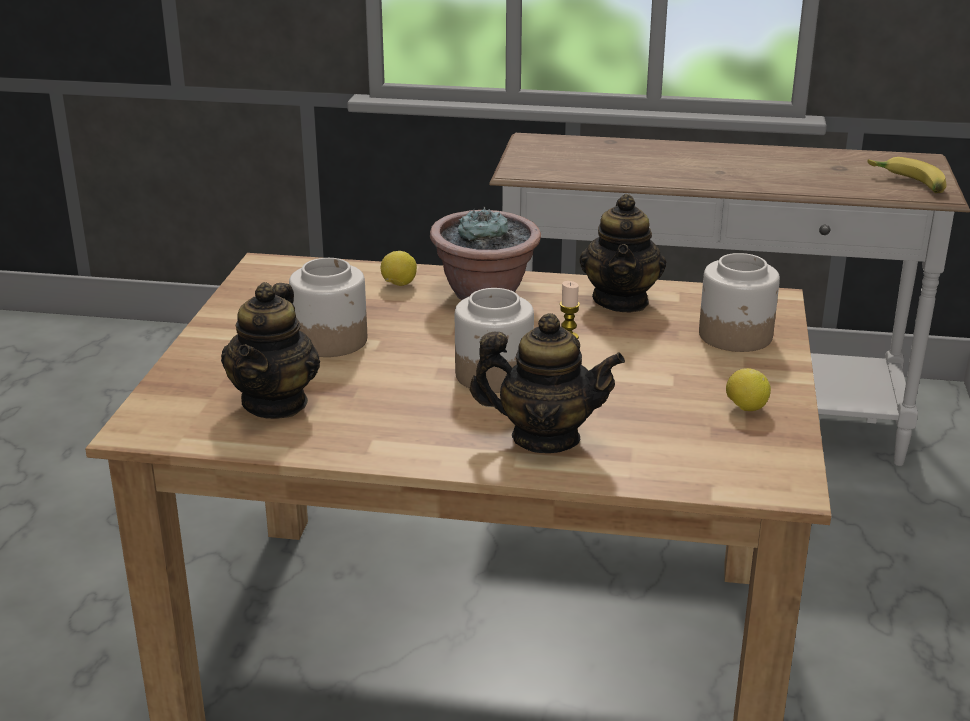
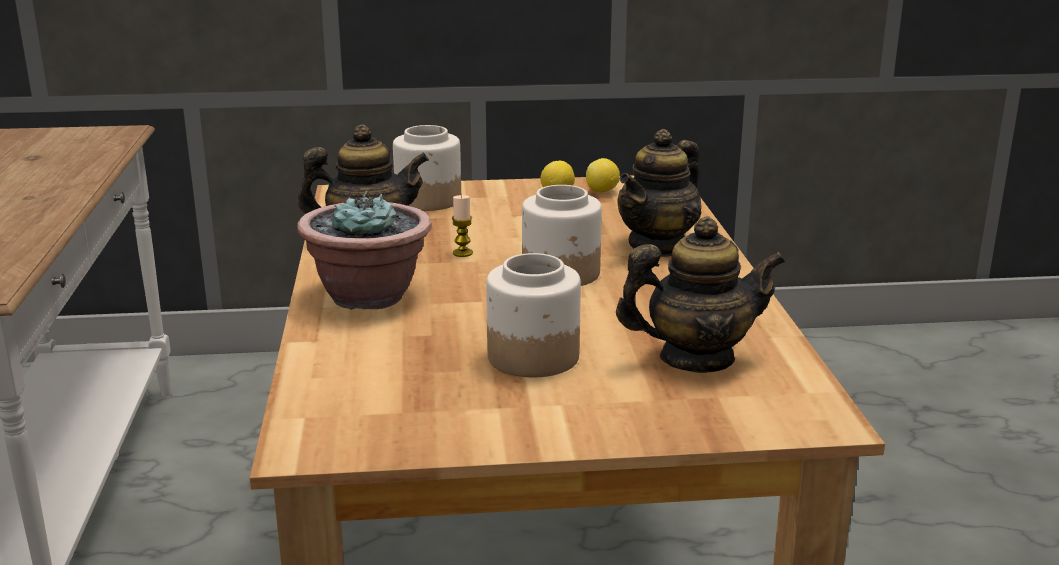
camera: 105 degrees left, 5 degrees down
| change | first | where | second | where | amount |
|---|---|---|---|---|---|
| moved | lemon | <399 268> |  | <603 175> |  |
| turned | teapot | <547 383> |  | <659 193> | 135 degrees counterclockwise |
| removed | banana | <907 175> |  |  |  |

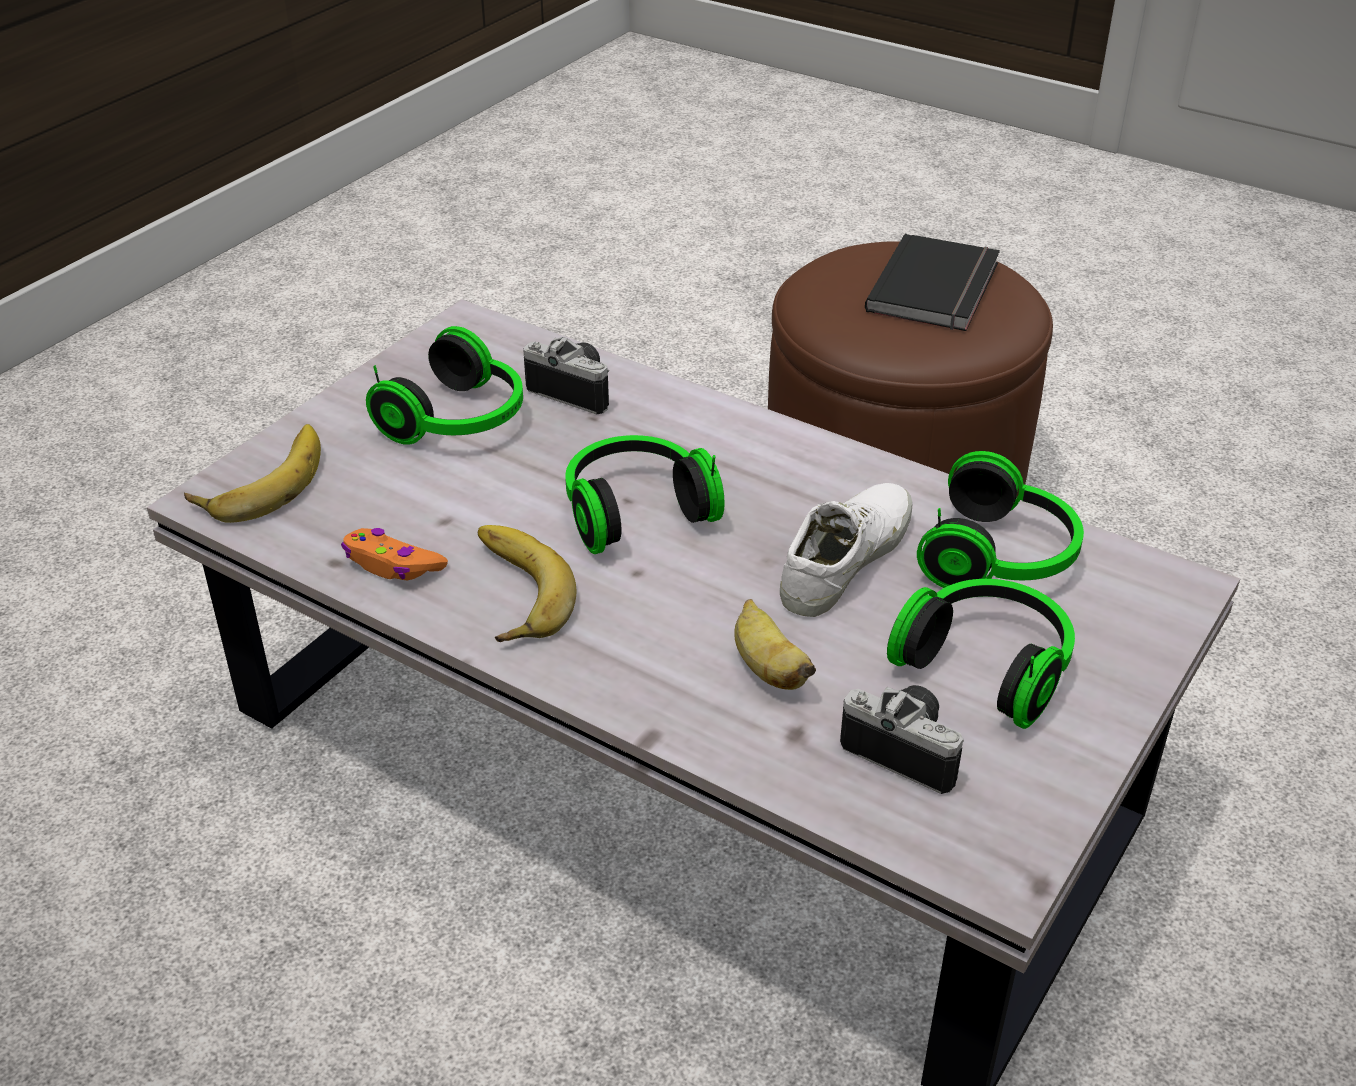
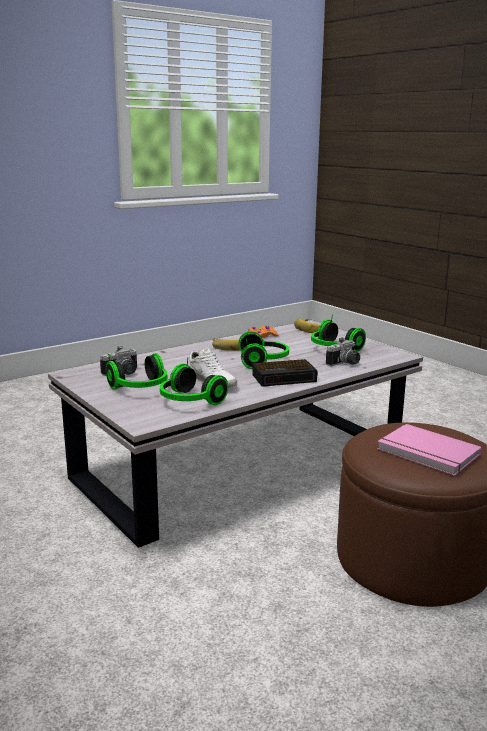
camera: 110 degrees right, 20 degrees down
| change | first | where | second | where | amount |
|---|---|---|---|---|---|
| removed | banana | <775 644> |  |  |  |
| recoloured | book (black) | <932 282> | book (pink) | <429 450> |  |
| added |  |  | alarm clock | <285 373> |  |

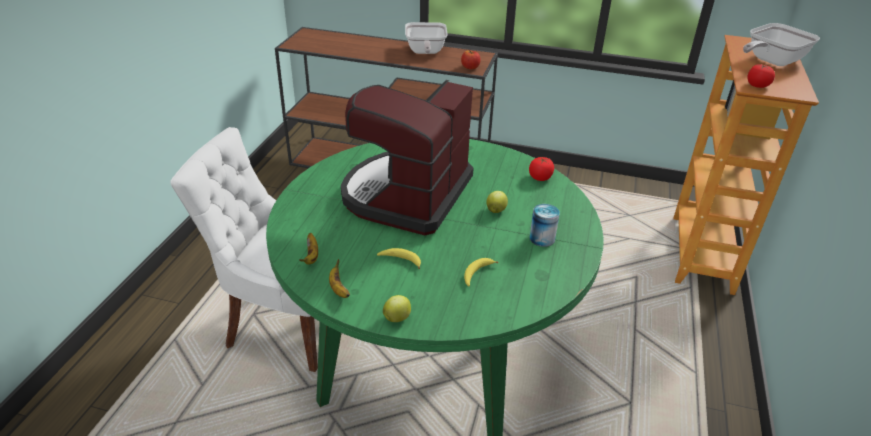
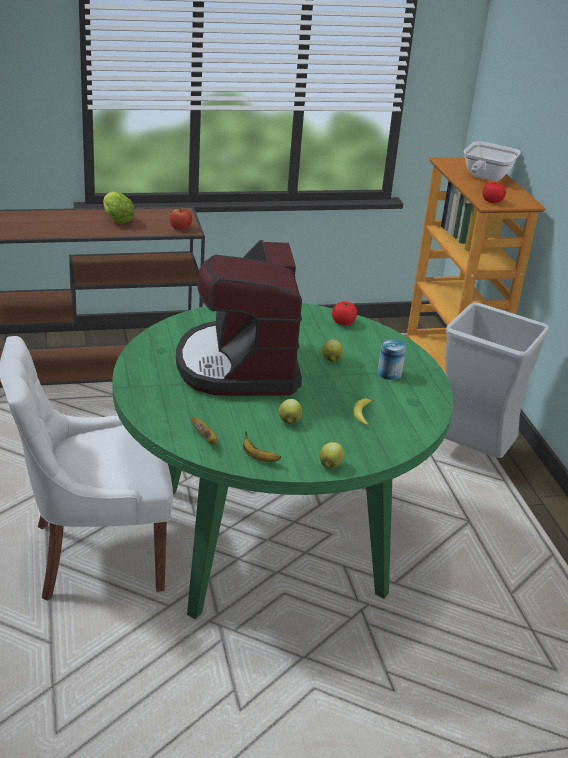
camera: 30 degrees left, 5 degrees down
| change | first | where | second | where | amount |
|---|---|---|---|---|---|
| replaced | banana | <399 258> | apple | <290 411> |  |
| replaced | frying pan | <426 38> | lettuce | <118 207> |  |
| added |  |  | trash can (grey) | <496 380> |  |

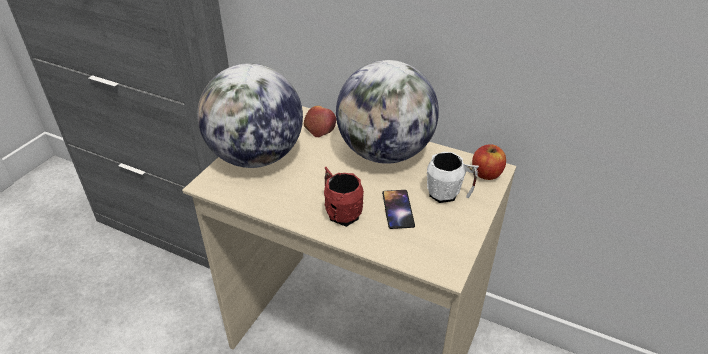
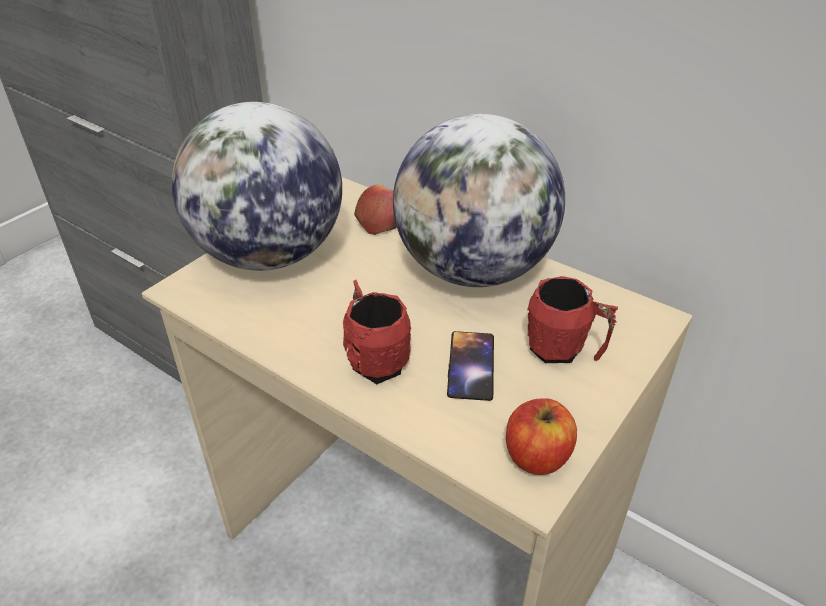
camera: 10 degrees right, 0 degrees up
| change | first | where | second | where | amount |
|---|---|---|---|---|---|
| recoloured | mug (white) | <453 177> | mug (red) | <572 319> |  |
| moved | apple | <489 162> |  | <541 436> |  |

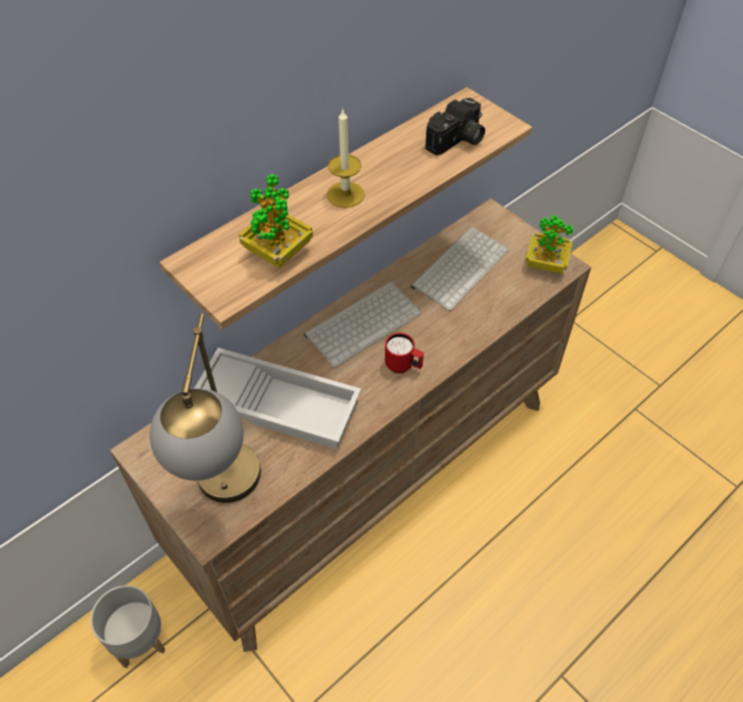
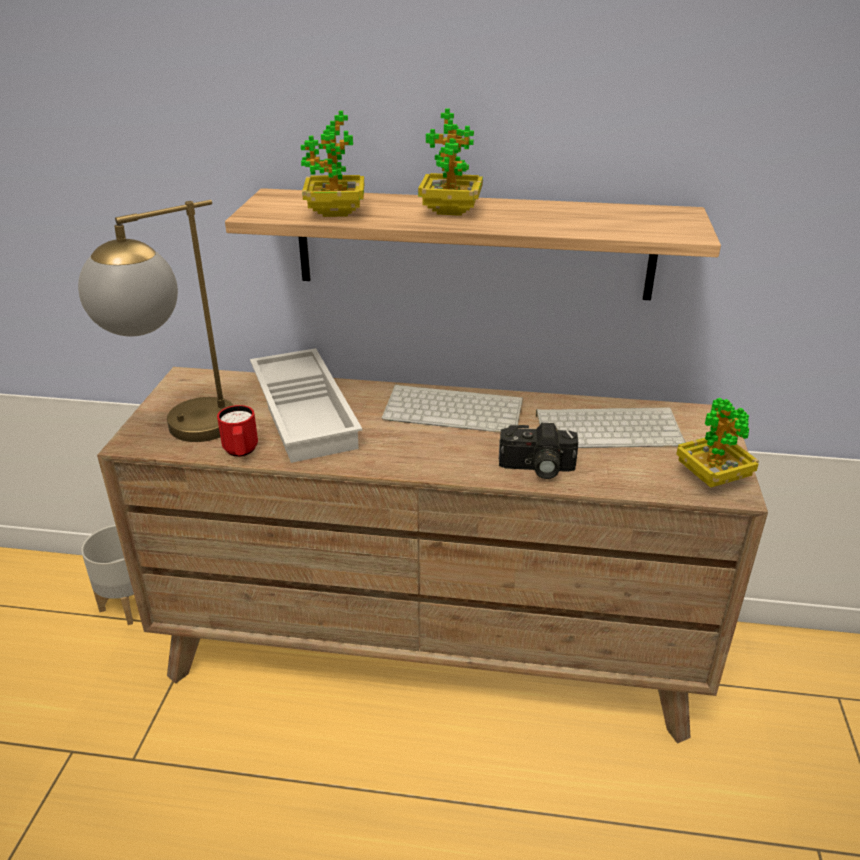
camera: 50 degrees right, 20 degrees down
| change | first | where | second | where | amount |
|---|---|---|---|---|---|
| replaced | candle | <346 159> | potted plant | <450 162> |  |
| moved | mug (red) | <404 353> |  | <237 431> |  |
| moved | photo camera | <455 126> |  | <538 451> |  |

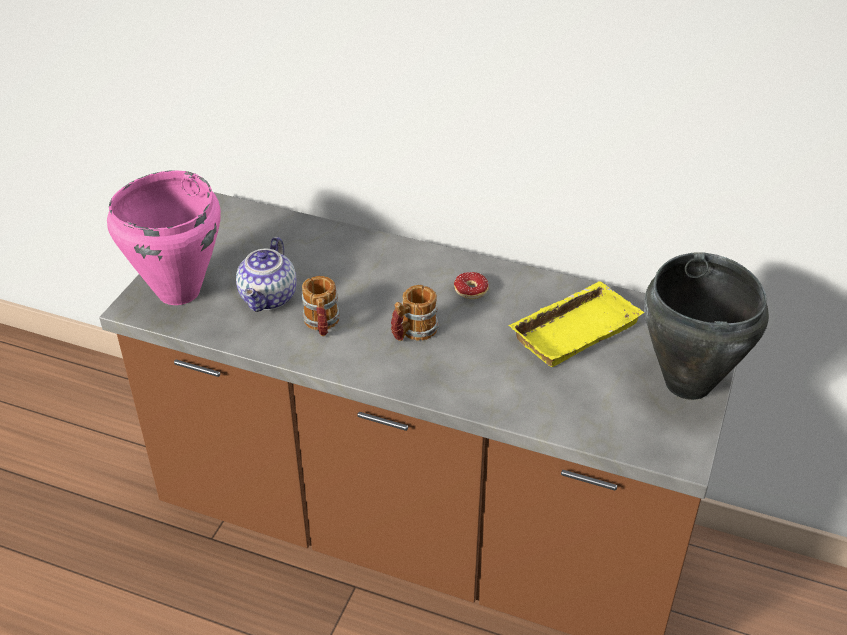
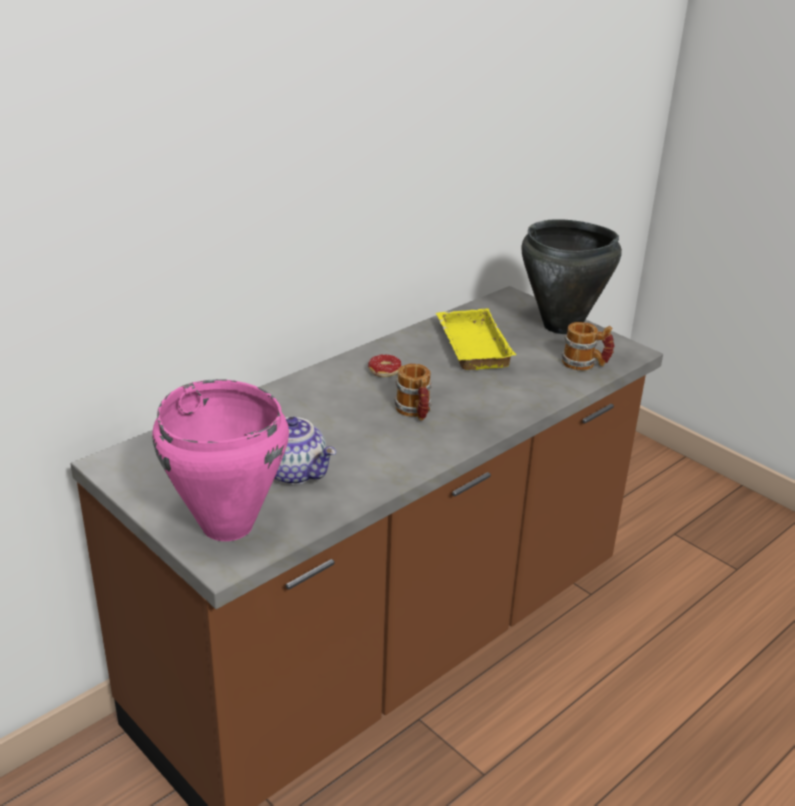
camera: 65 degrees left, 10 degrees down
| change | first | where | second | where | amount |
|---|---|---|---|---|---|
| moved | mug | <321 306> |  | <587 346> |  |

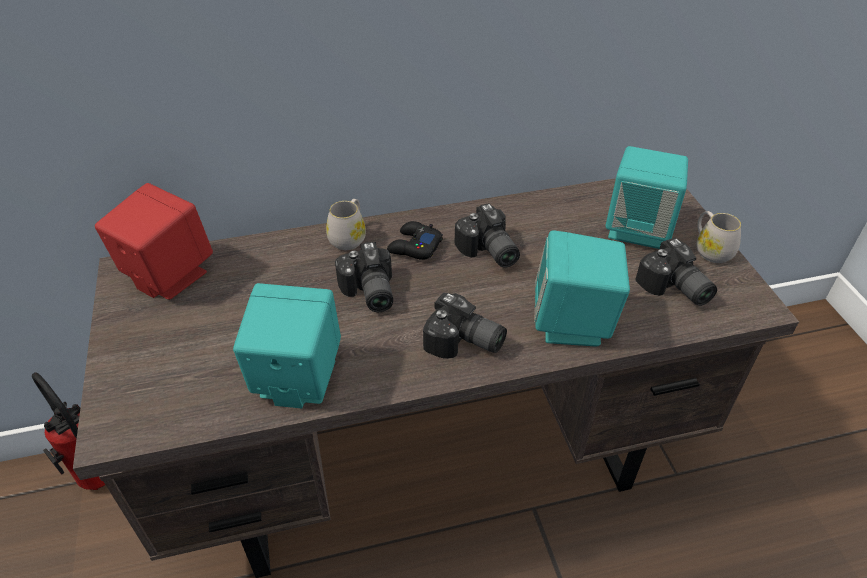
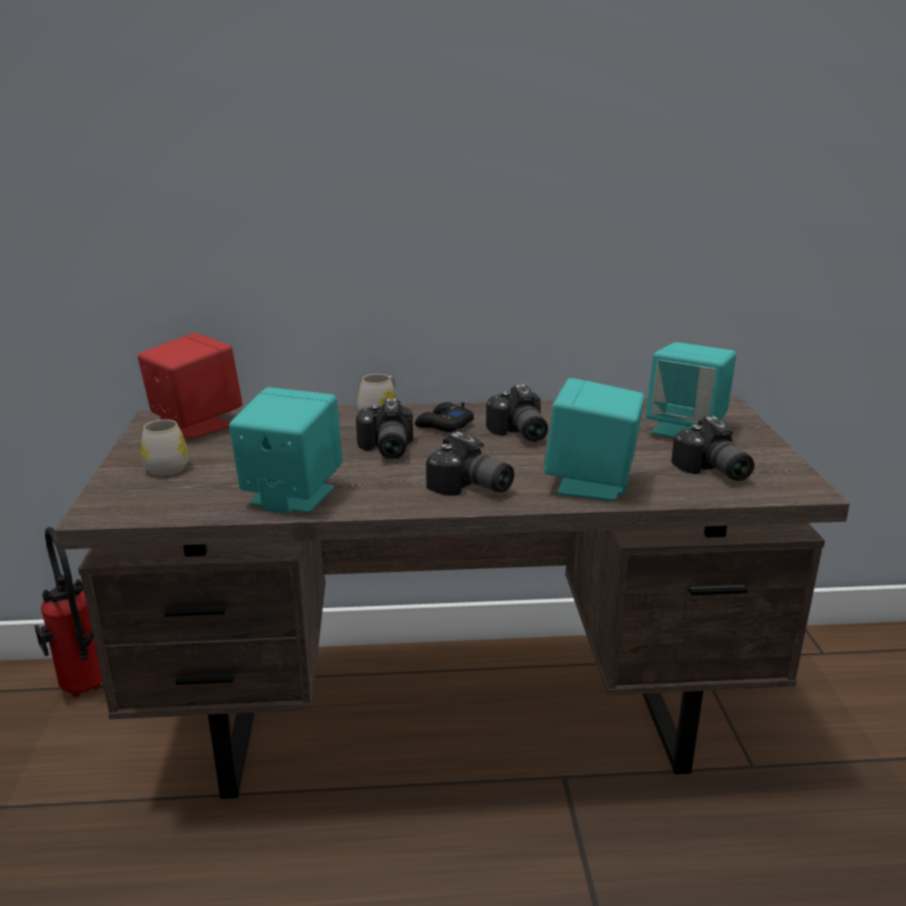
camera: 10 degrees right, 20 degrees down
| change | first | where | second | where | amount |
|---|---|---|---|---|---|
| moved | mug (white) | <719 237> |  | <164 447> |  |

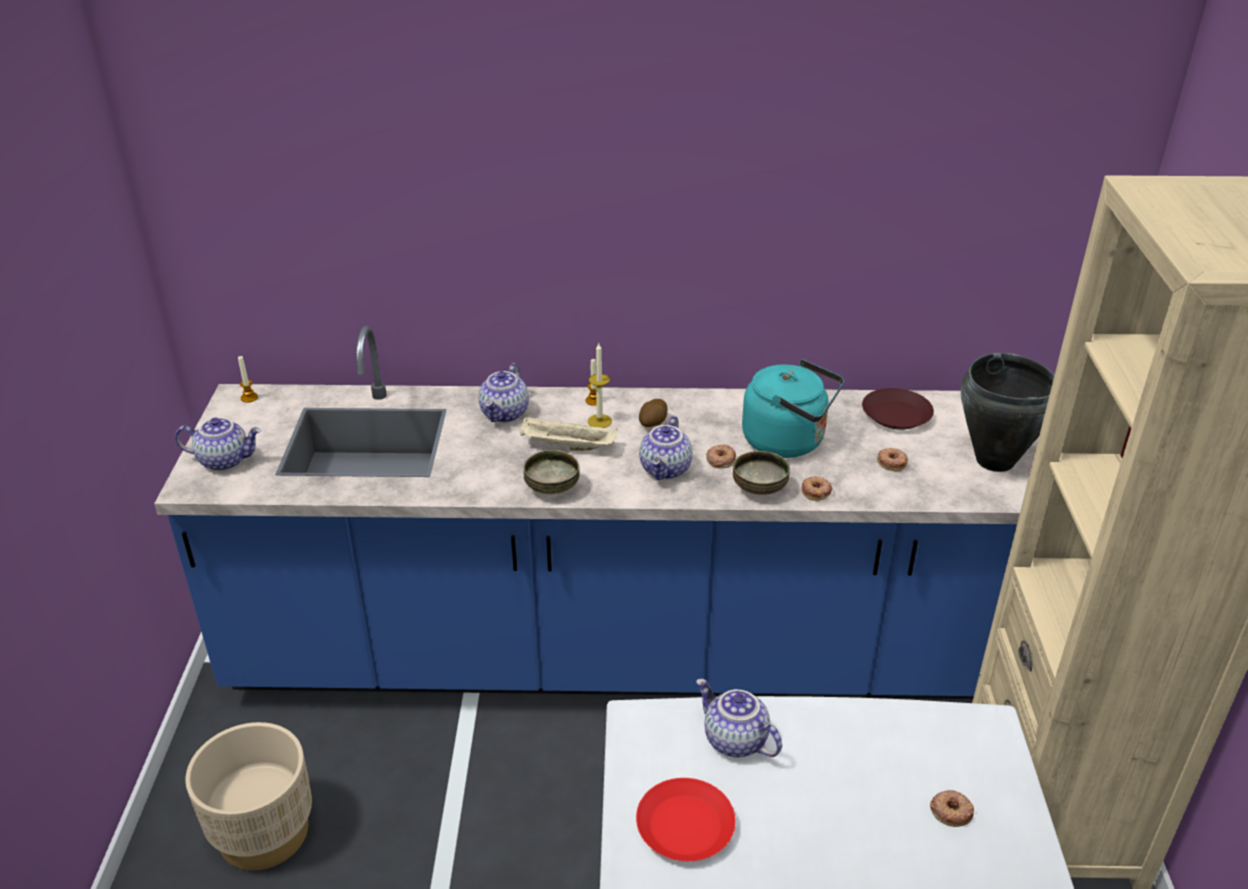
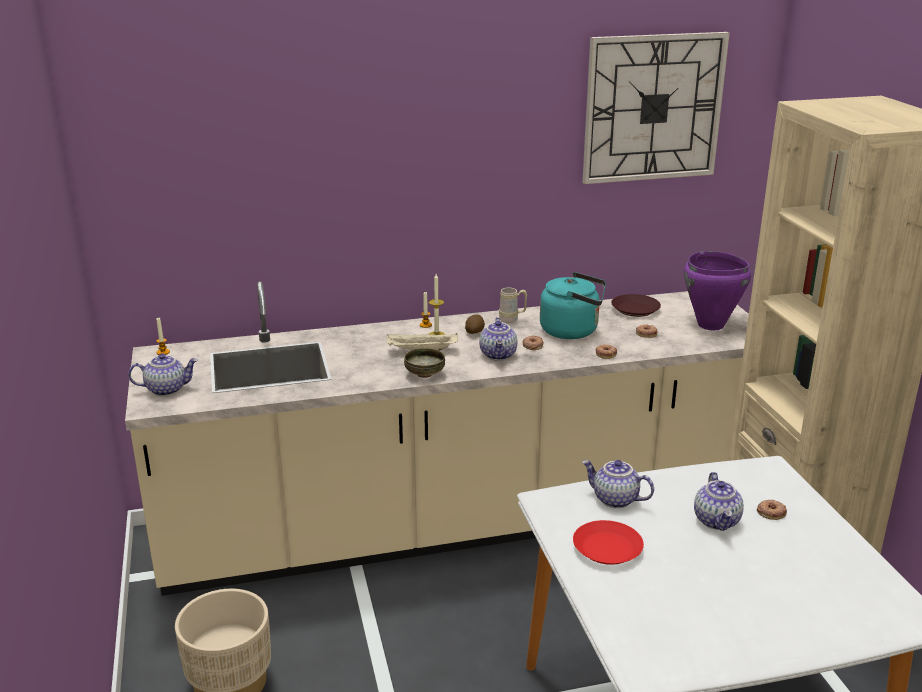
camera: 15 degrees left, 10 degrees down
| change | first | where | second | where | amount |
|---|---|---|---|---|---|
| recoloured | counter (blue) | <596 512> | counter (beige) | <437 438> |  |
| moved | teapot | <504 392> |  | <719 501> |  |
| removed | bowl | <761 473> |  |  |  |
| recoloured | cooking pot (black) | <1008 412> | cooking pot (purple) | <717 290> |  |
| added |  |  | mug (beige) | <513 305> |  |
| added |  |  | wall clock | <656 108> |  |

